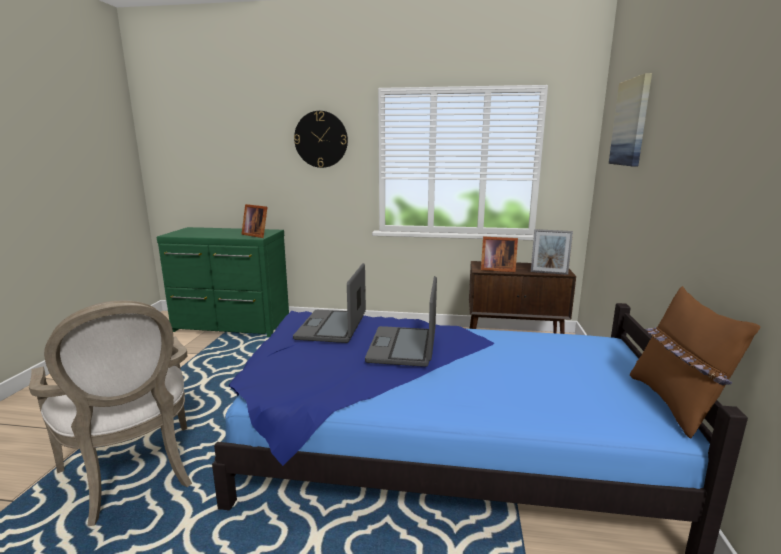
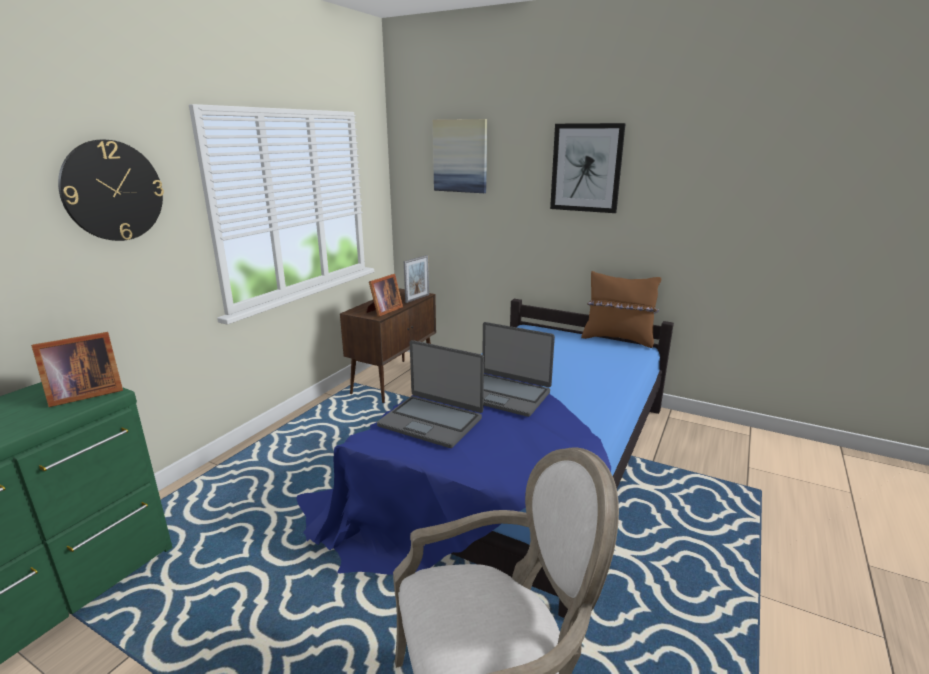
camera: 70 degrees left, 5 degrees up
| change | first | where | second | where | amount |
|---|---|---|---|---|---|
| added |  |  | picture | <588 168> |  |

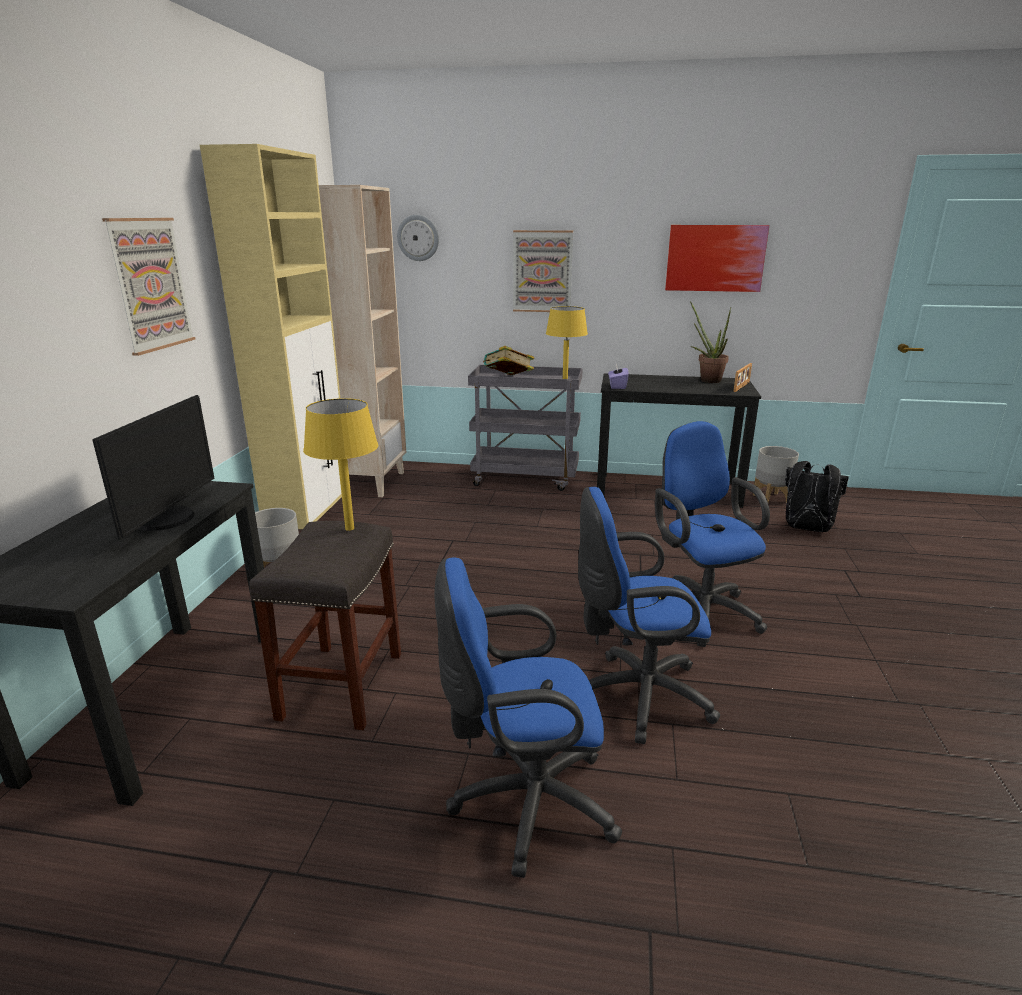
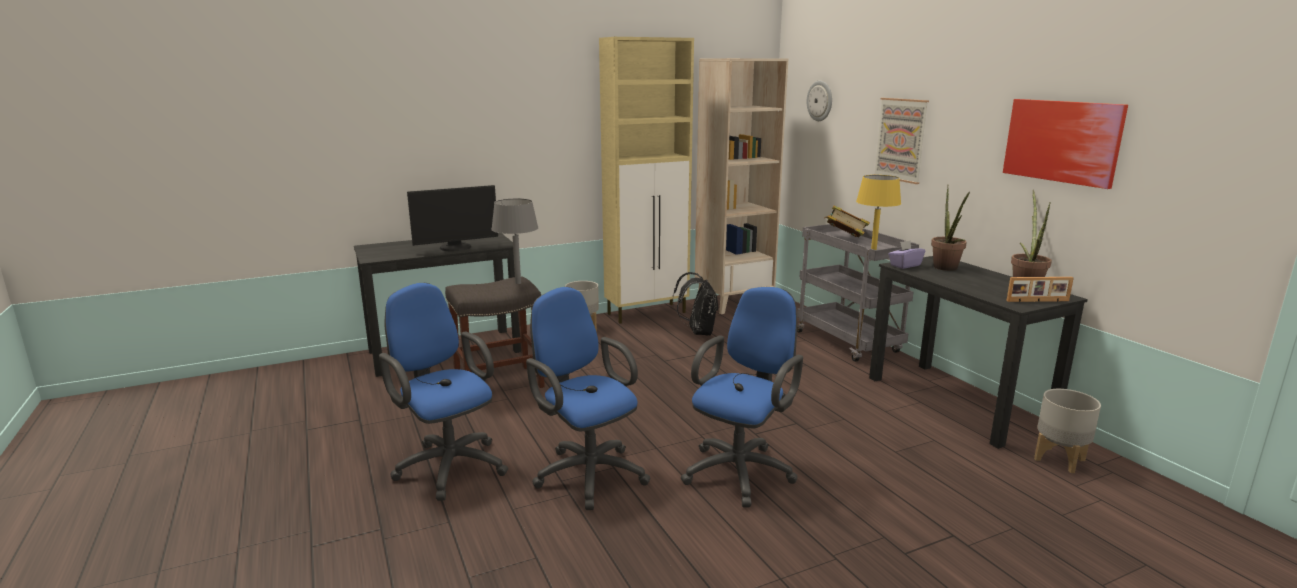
camera: 55 degrees right, 5 degrees down
| change | first | where | second | where | amount |
|---|---|---|---|---|---|
| removed | picture | <148 287> |  |  |  |
| recoloured | table lamp (yellow) | <341 464> | table lamp (grey) | <514 241> |  |
| moved | backpack (black) | <817 496> |  | <695 303> |  |
| added |  |  | potted plant | <950 229> |  |

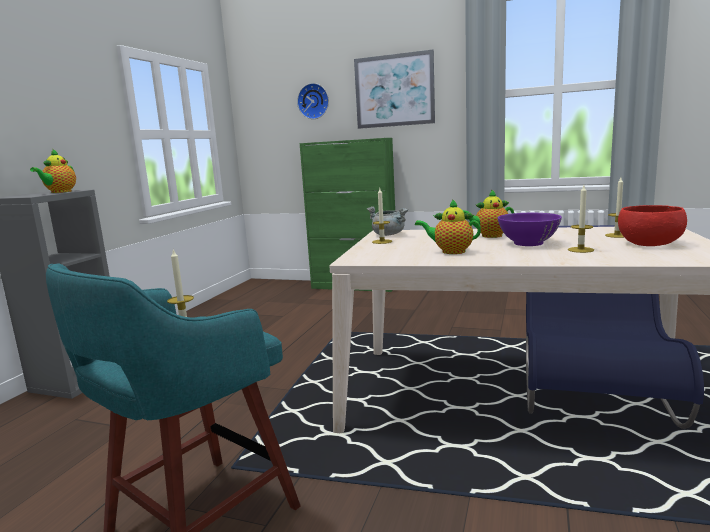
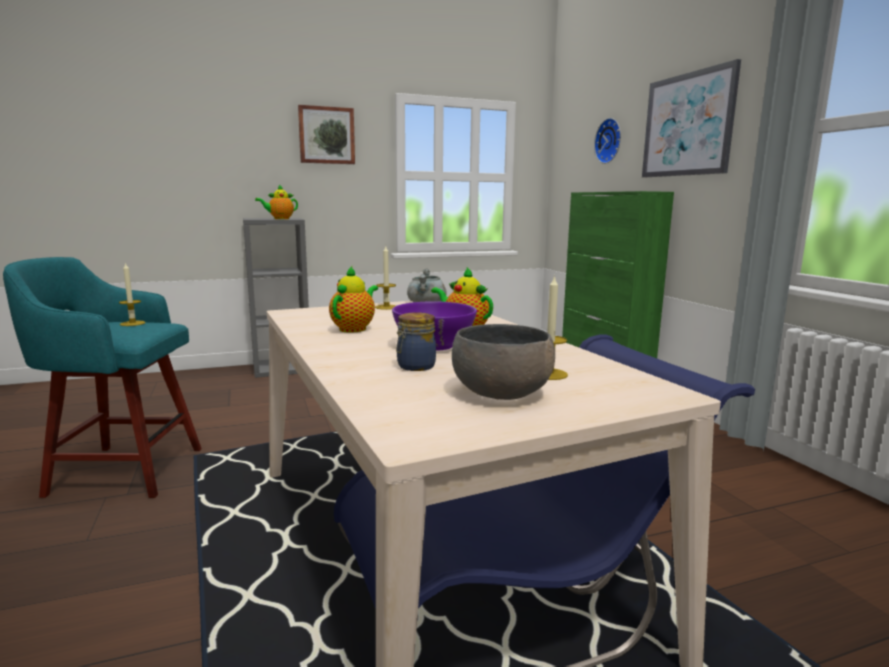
camera: 50 degrees right, 0 degrees up
| change | first | where | second | where | amount |
|---|---|---|---|---|---|
| turned | teapot | <448 226> |  | <353 299> | 45 degrees clockwise |
| replaced | candle | <581 219> | jar | <416 341> |  |
| recoloured | bowl (red) | <652 225> | bowl (grey) | <503 362> |  |
| added |  |  | picture | <326 134> |  |

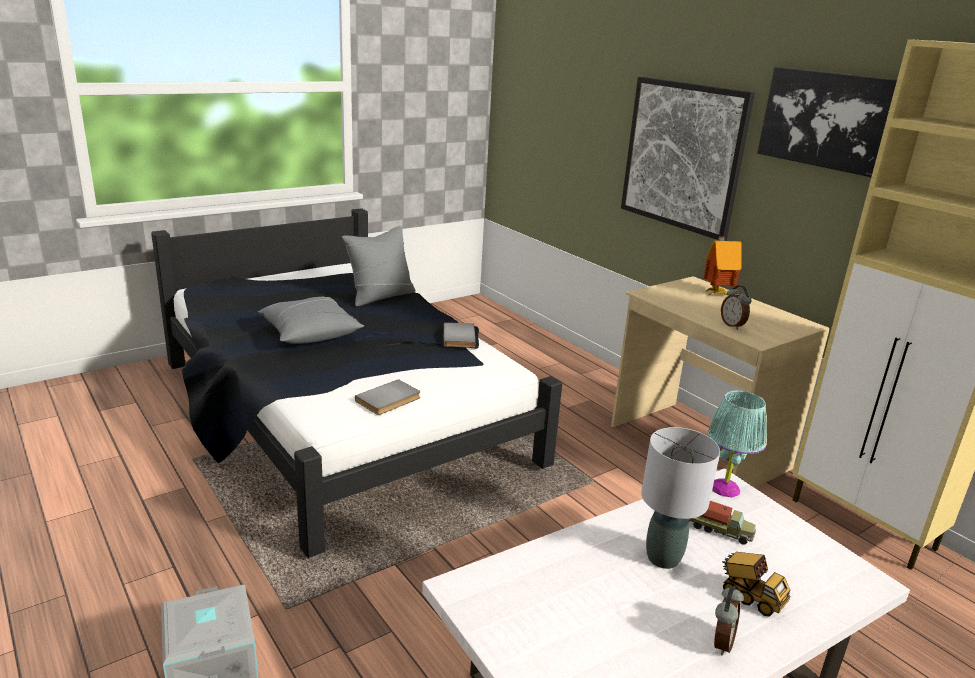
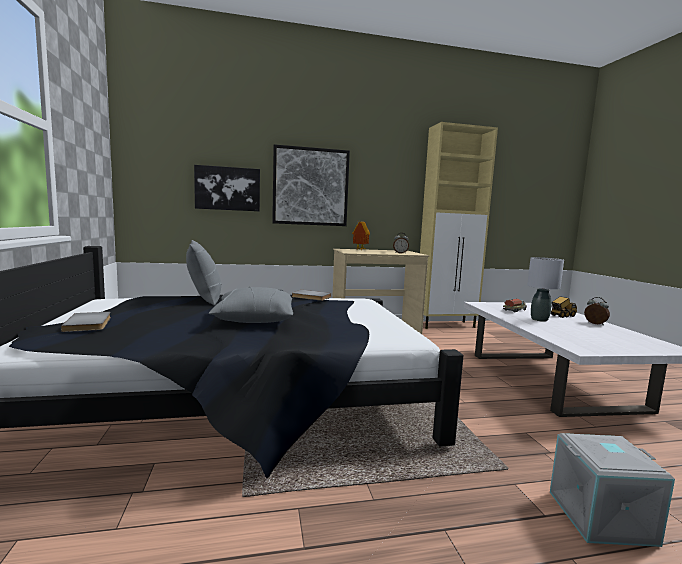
camera: 65 degrees left, 15 degrees down
| change | first | where | second | where | amount |
|---|---|---|---|---|---|
| moved | book (grey) | <387 397> |  | <86 322> |  |
| removed | table lamp (turquoise) | <737 443> |  |  |  |
| moved | picture | <827 122> |  | <227 188> |  |

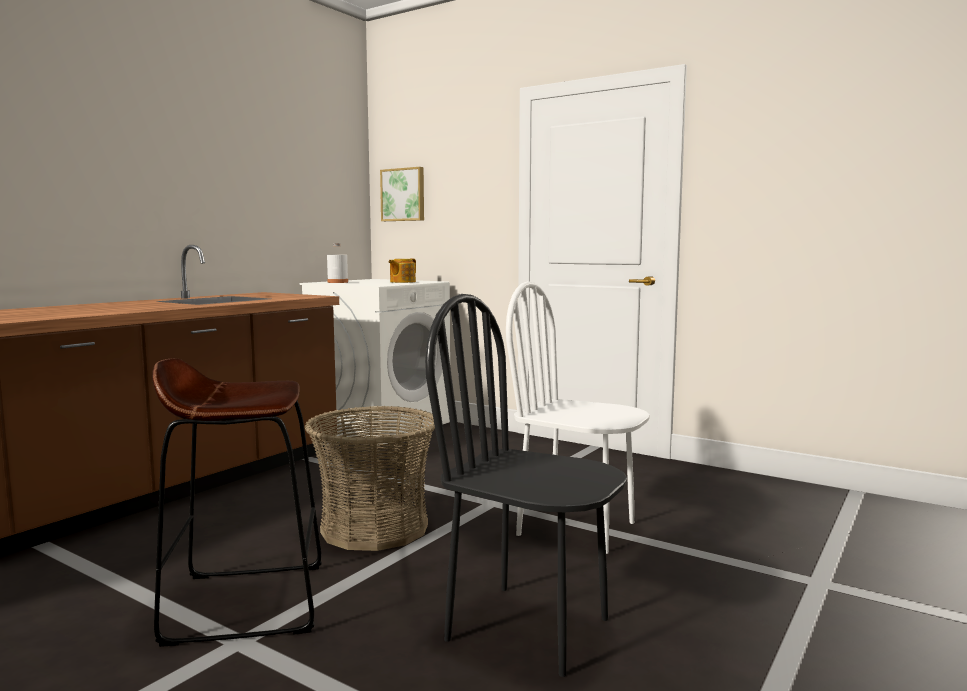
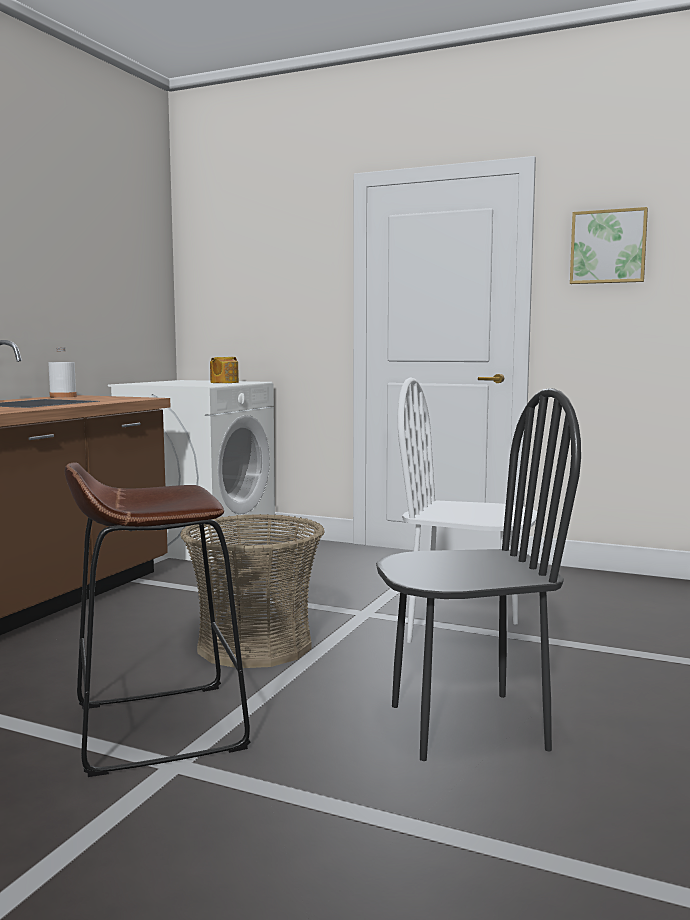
camera: 10 degrees left, 0 degrees up
| change | first | where | second | where | amount |
|---|---|---|---|---|---|
| moved | bottle (white) | <337 263> |  | <62 372> |  |
| moved | picture | <402 194> |  | <609 245> |  |
| turned | chair (black) | <526 485> |  | <478 574> | 150 degrees clockwise |

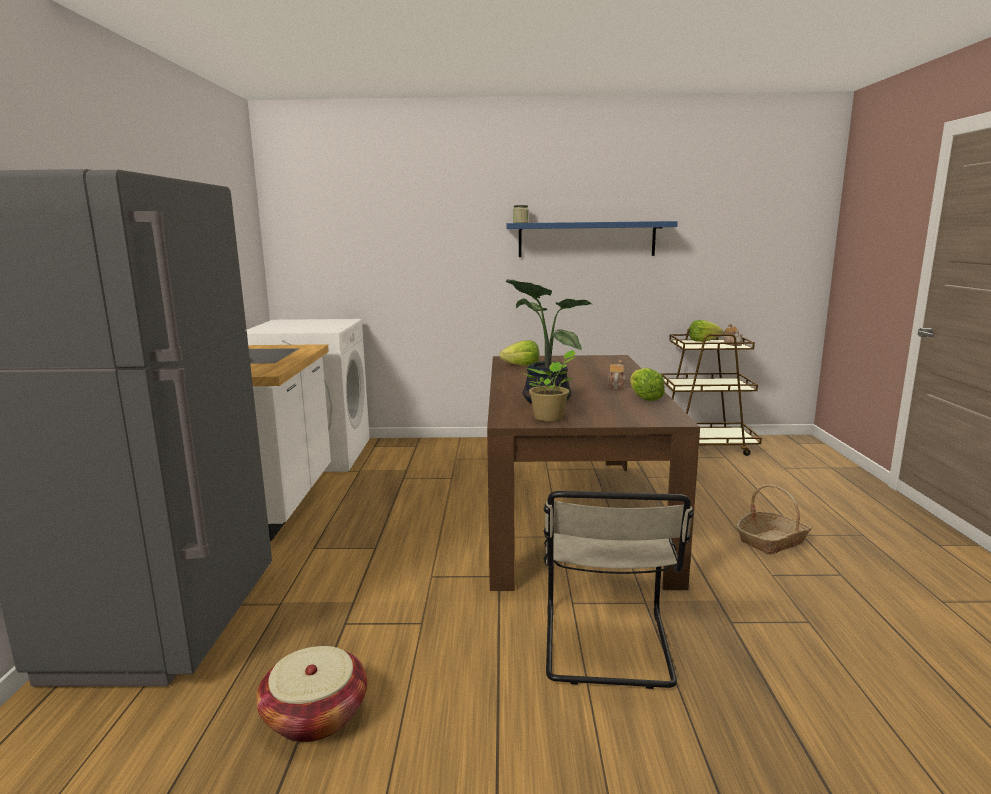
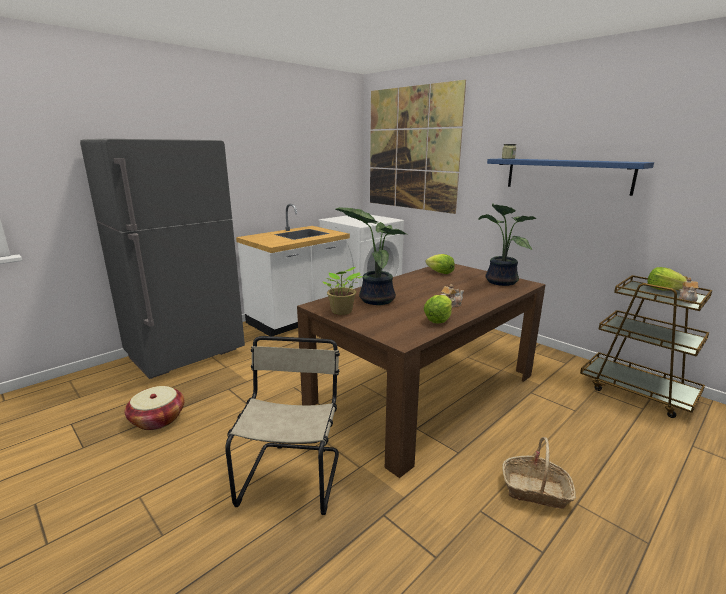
camera: 45 degrees right, 5 degrees up
| change | first | where | second | where | amount |
|---|---|---|---|---|---|
| turned | chair (beige) | <618 590> |  | <282 425> | 135 degrees clockwise |
| added |  |  | picture | <418 147> |  |
| added |  |  | potted plant | <507 244> |  |

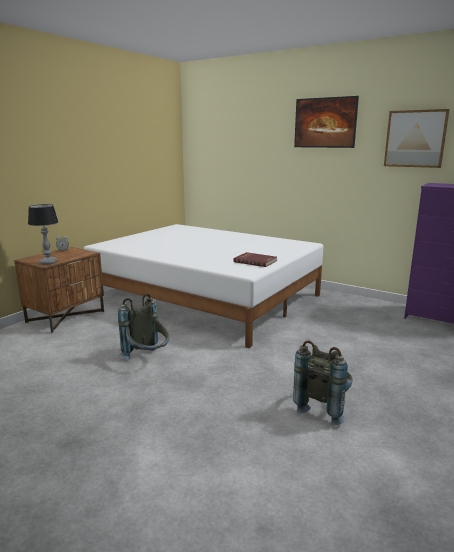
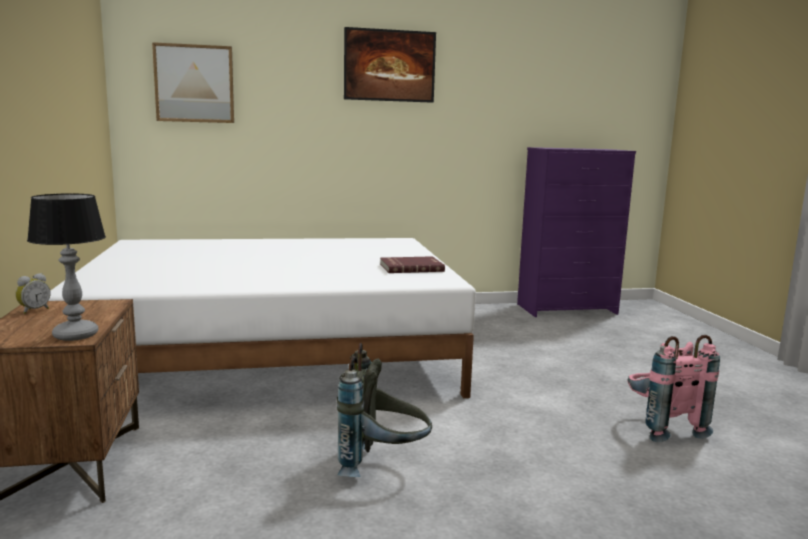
camera: 45 degrees left, 5 degrees down
| change | first | where | second | where | amount |
|---|---|---|---|---|---|
| recoloured | backpack (grey) | <323 383> | backpack (pink) | <673 388> |  |
| moved | picture | <417 138> |  | <193 82> |  |

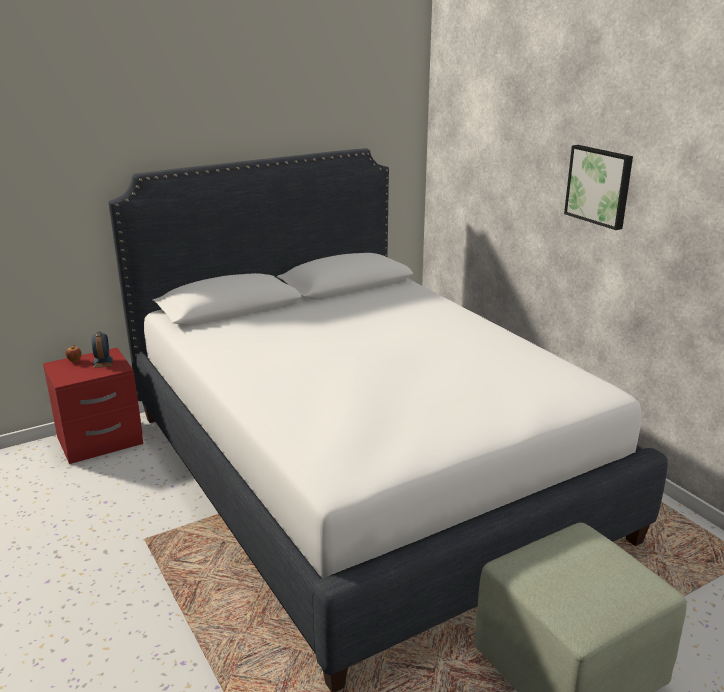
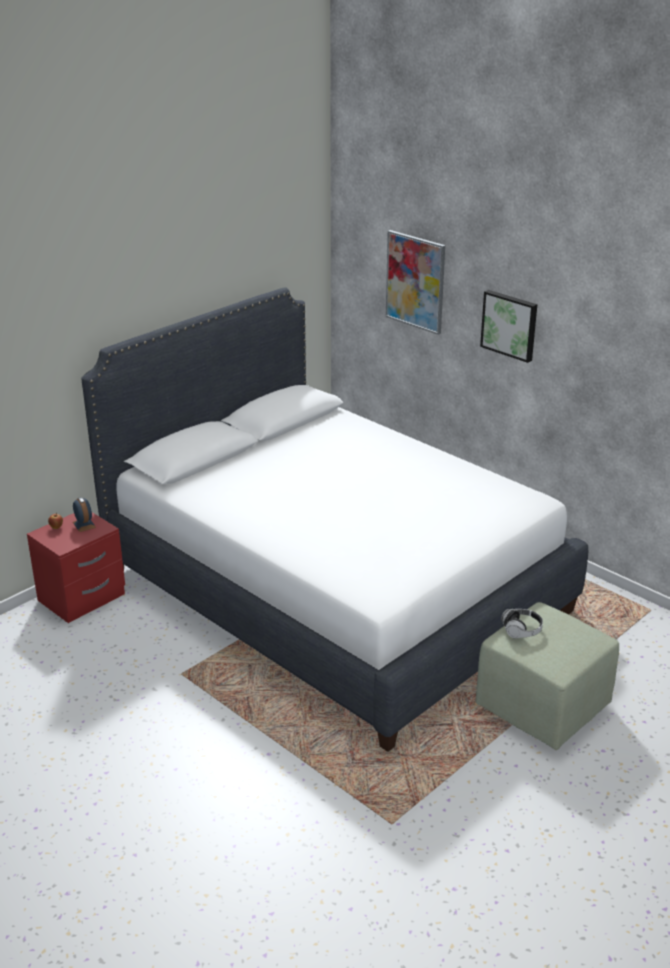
camera: 15 degrees left, 5 degrees up
| change | first | where | second | where | amount |
|---|---|---|---|---|---|
| added |  |  | picture | <415 282> |  |
| added |  |  | headphones | <522 623> |  |

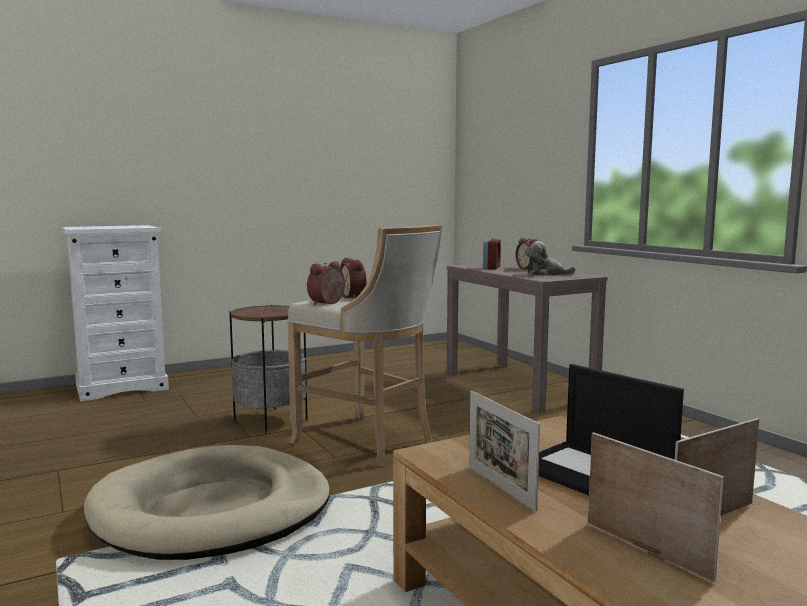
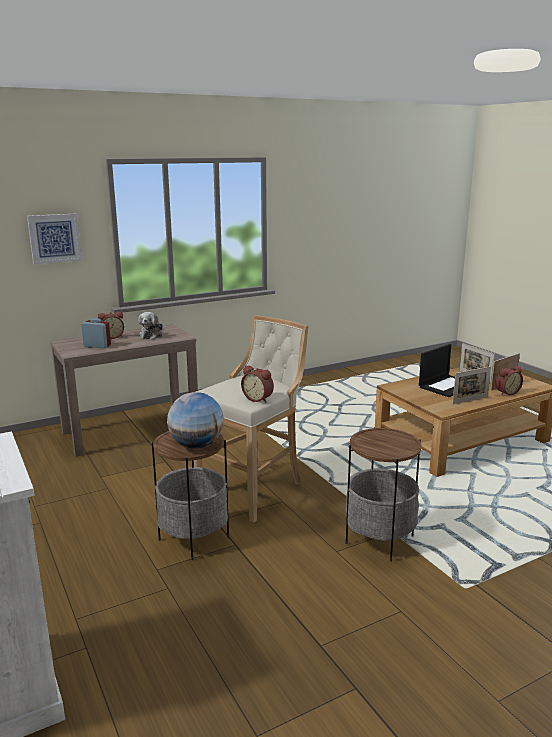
camera: 90 degrees left, 10 degrees up
| change | first | where | second | where | amount |
|---|---|---|---|---|---|
| replaced | dog bed (beige) | <207 502> | side table | <383 494> |  |
| moved | alarm clock | <354 278> |  | <509 381> |  |
| added |  |  | picture | <54 239> |  |
| added |  |  | globe | <195 420> |  |

